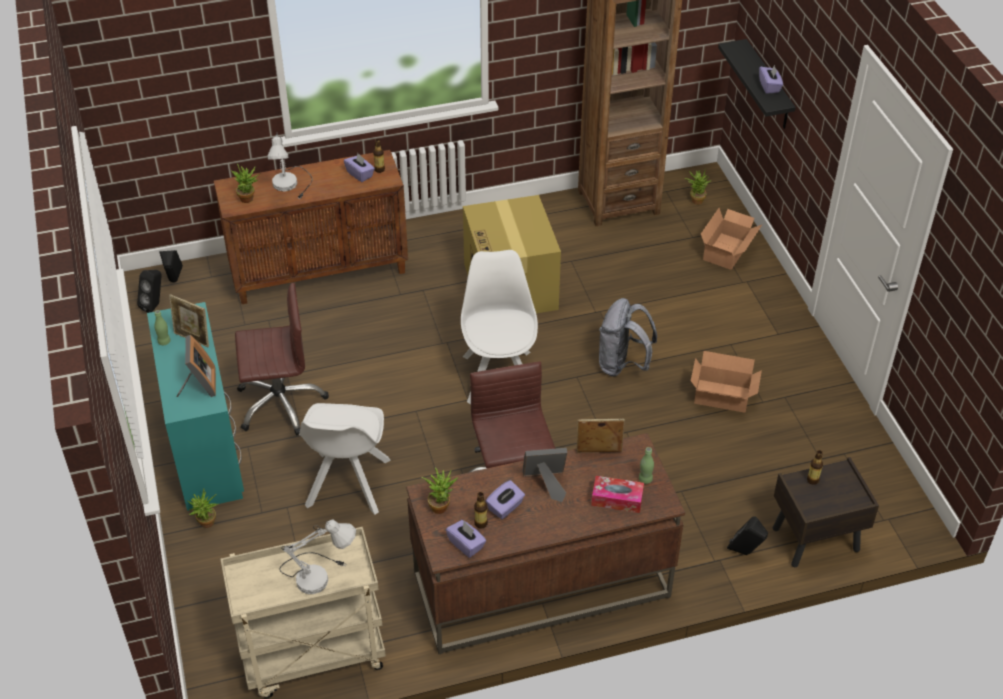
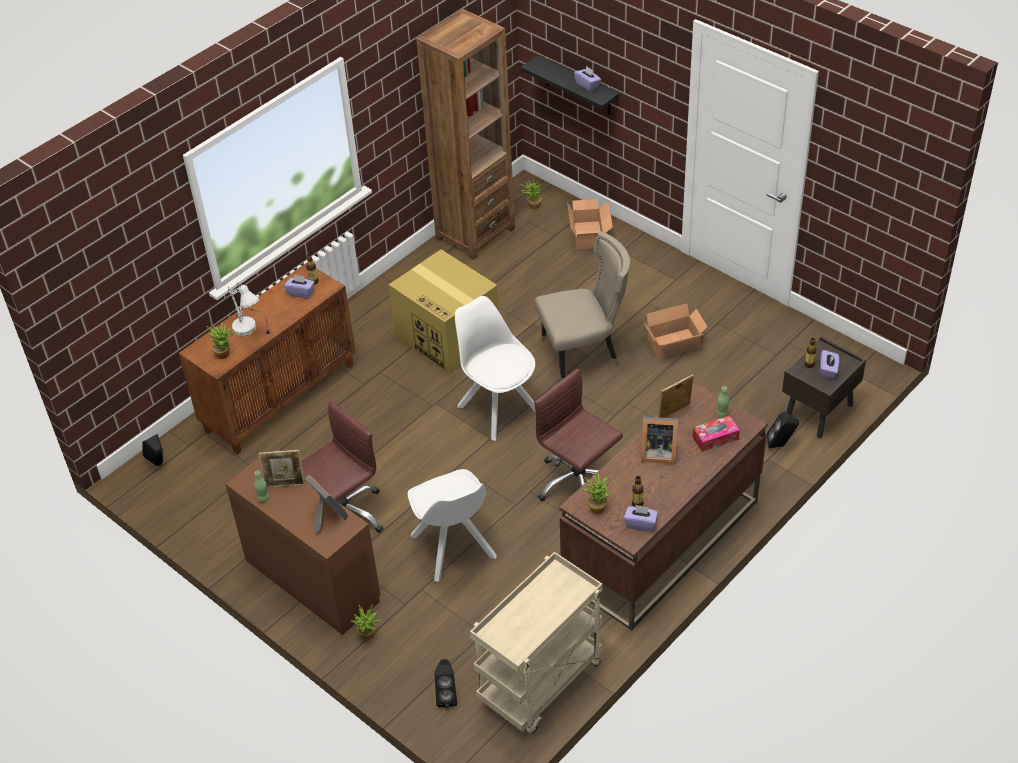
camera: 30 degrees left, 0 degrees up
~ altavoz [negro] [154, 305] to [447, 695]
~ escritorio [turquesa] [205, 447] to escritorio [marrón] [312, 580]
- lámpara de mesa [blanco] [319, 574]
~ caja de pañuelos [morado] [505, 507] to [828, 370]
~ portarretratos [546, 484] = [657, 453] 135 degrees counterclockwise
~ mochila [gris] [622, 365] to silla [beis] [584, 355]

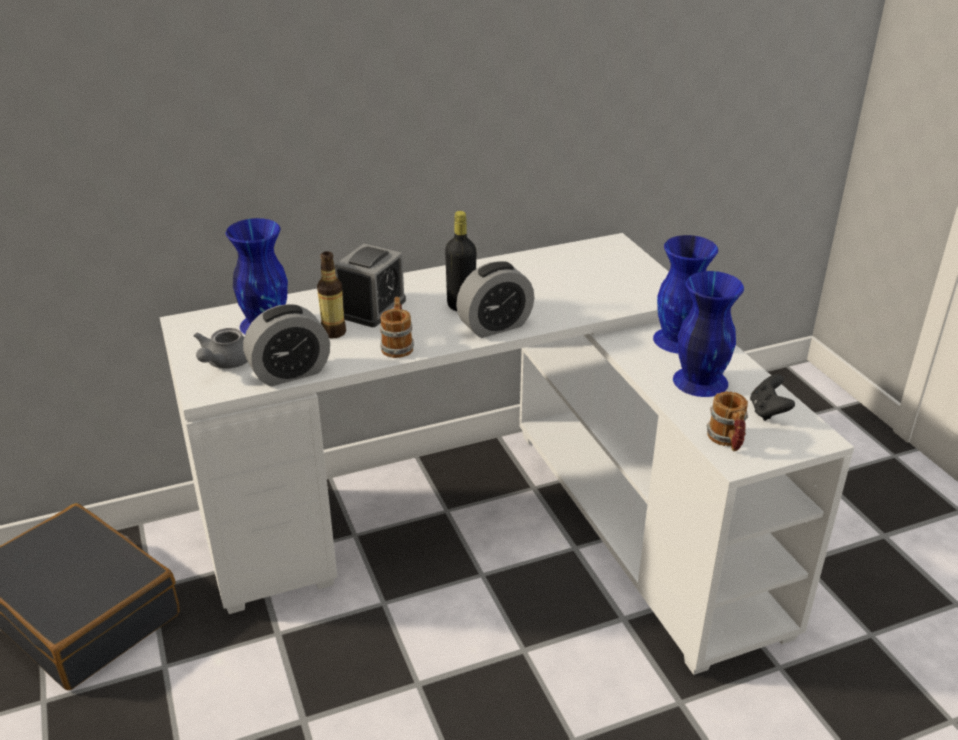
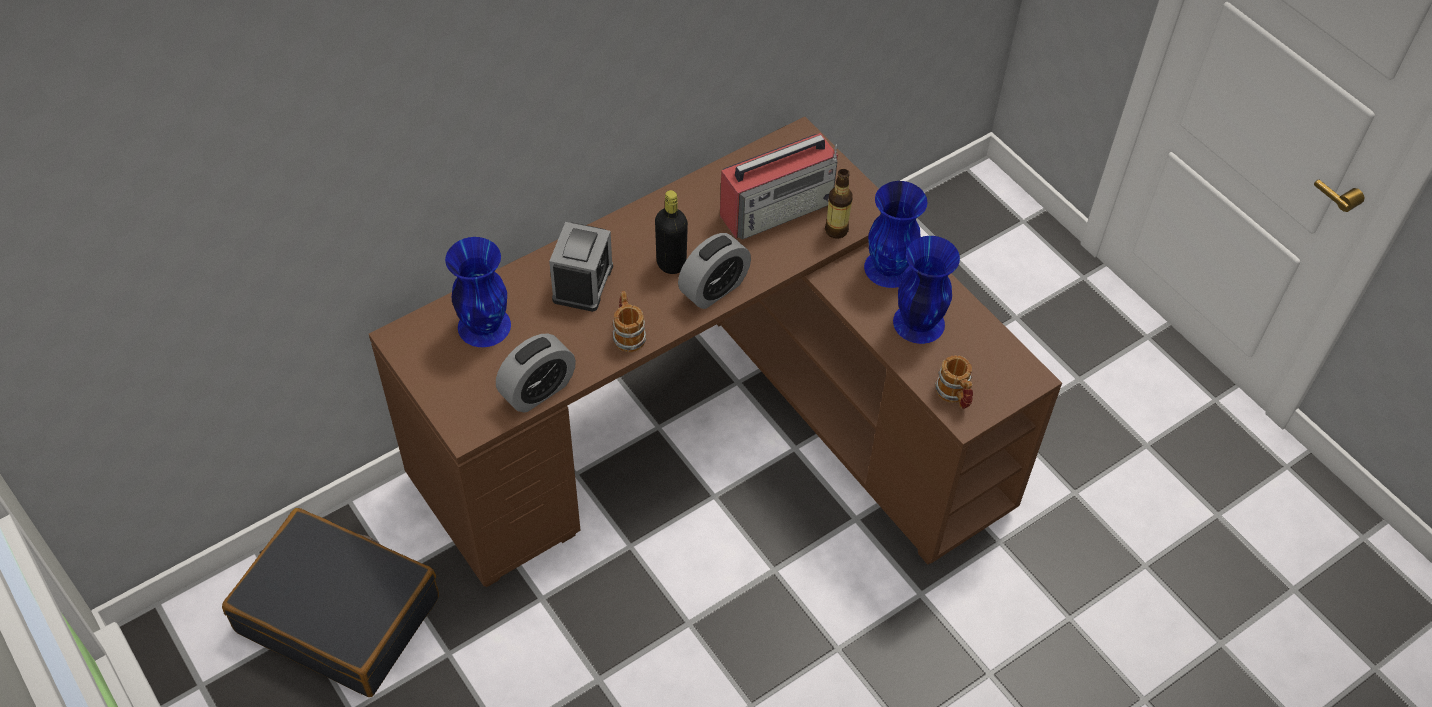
camera: 15 degrees left, 20 degrees up
~ escritorio [blanco] [502, 522] to escritorio [marrón] [717, 430]
- tetera [gris] [224, 363]
~ botella [334, 332] to [836, 230]
- mando de consola [negro] [768, 411]
+ radio [778, 208]

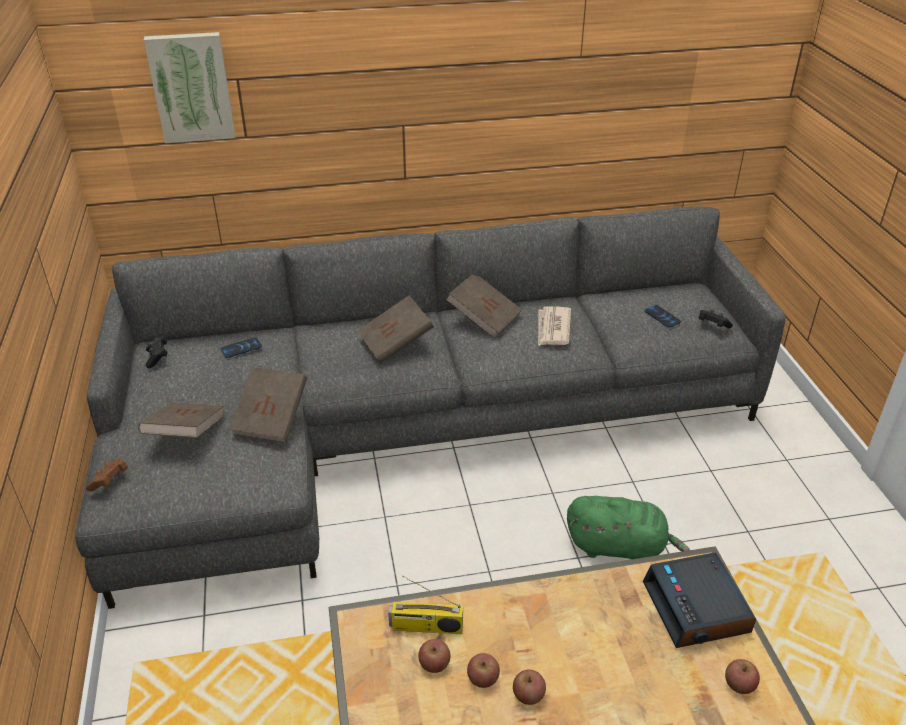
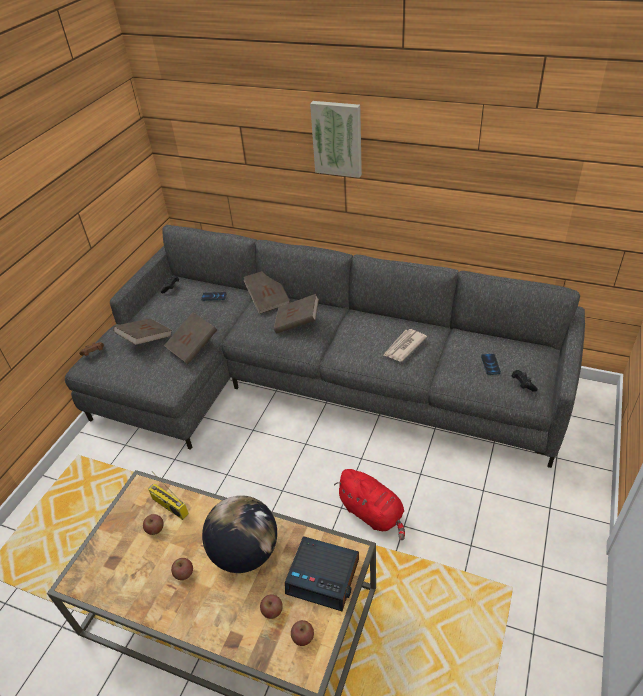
camera: 35 degrees right, 5 degrees up
~ cuadro [191, 87] to [337, 138]
~ libro [marrón] [484, 318] to [268, 299]
~ manzana [483, 678] to [272, 611]
~ peluche [verde] [619, 547] to peluche [rojo] [373, 513]
~ despertador [697, 608] = [324, 576] 90 degrees counterclockwise
+ globo terráqueo [245, 552]

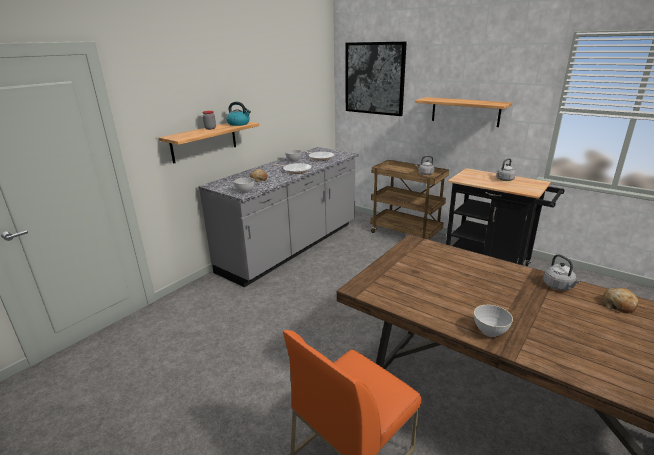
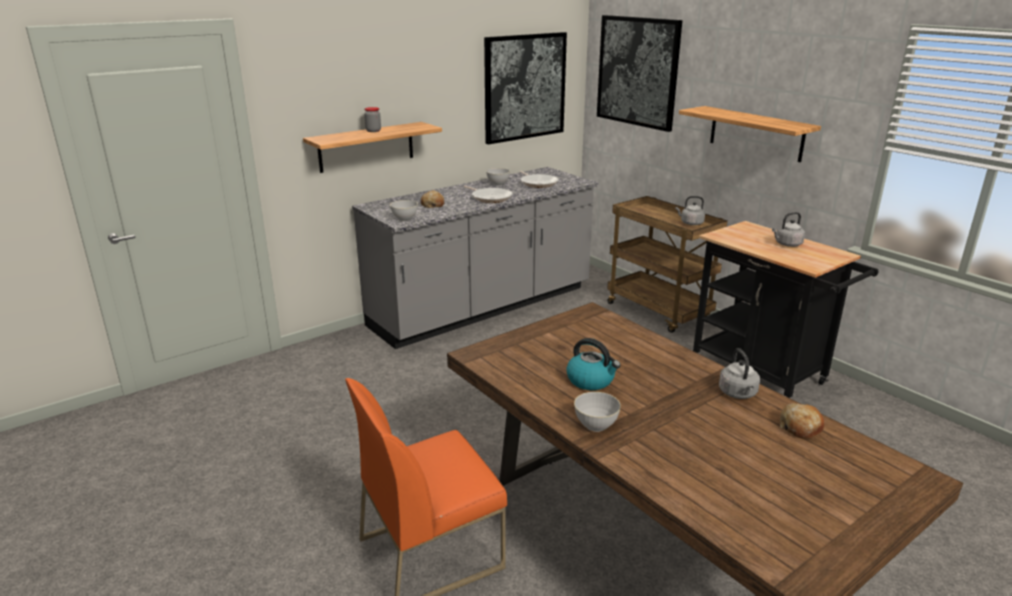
camera: 15 degrees right, 0 degrees up
~ hervidor [239, 124] to [591, 380]
+ cuadro [524, 87]

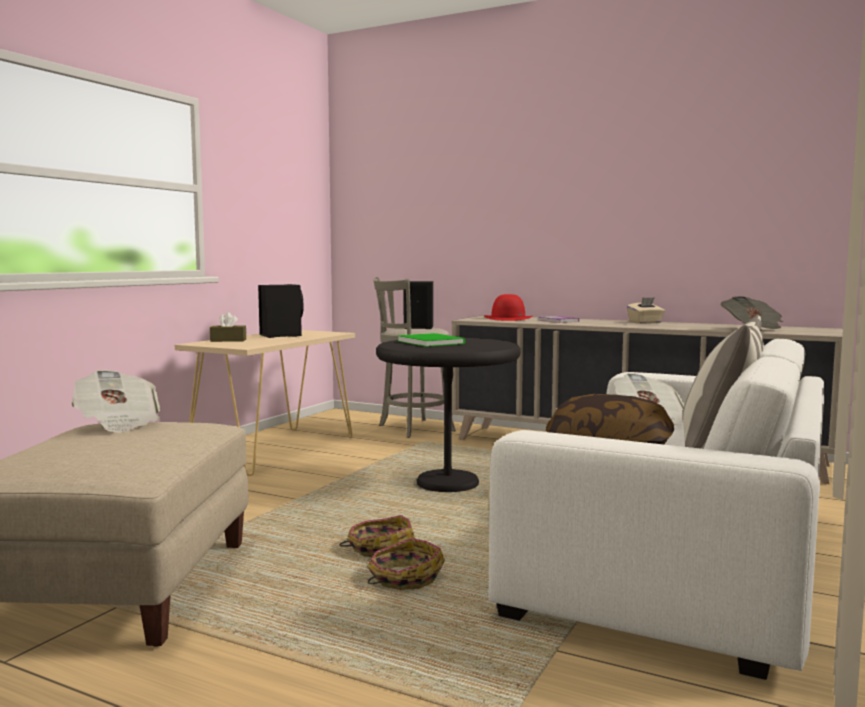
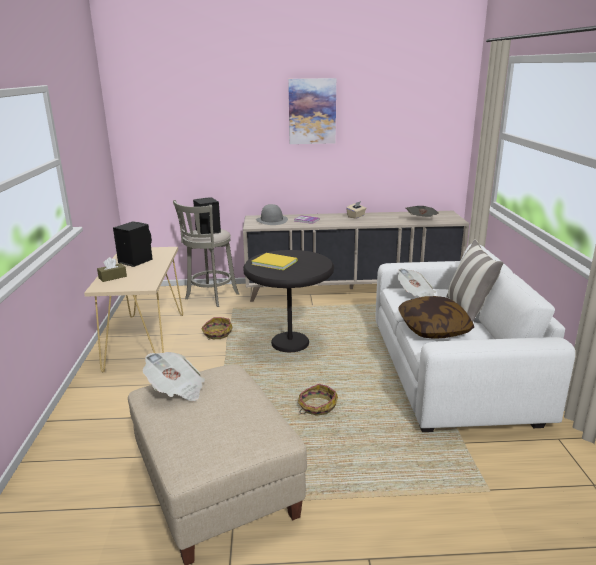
camera: 30 degrees left, 15 degrees up
~ cesta [404, 579] to [217, 334]
~ libro [verde] [431, 342] to libro [amarillo] [274, 262]
~ sombrero [rojo] [508, 318] to sombrero [gris] [272, 220]
+ cuadro [312, 111]

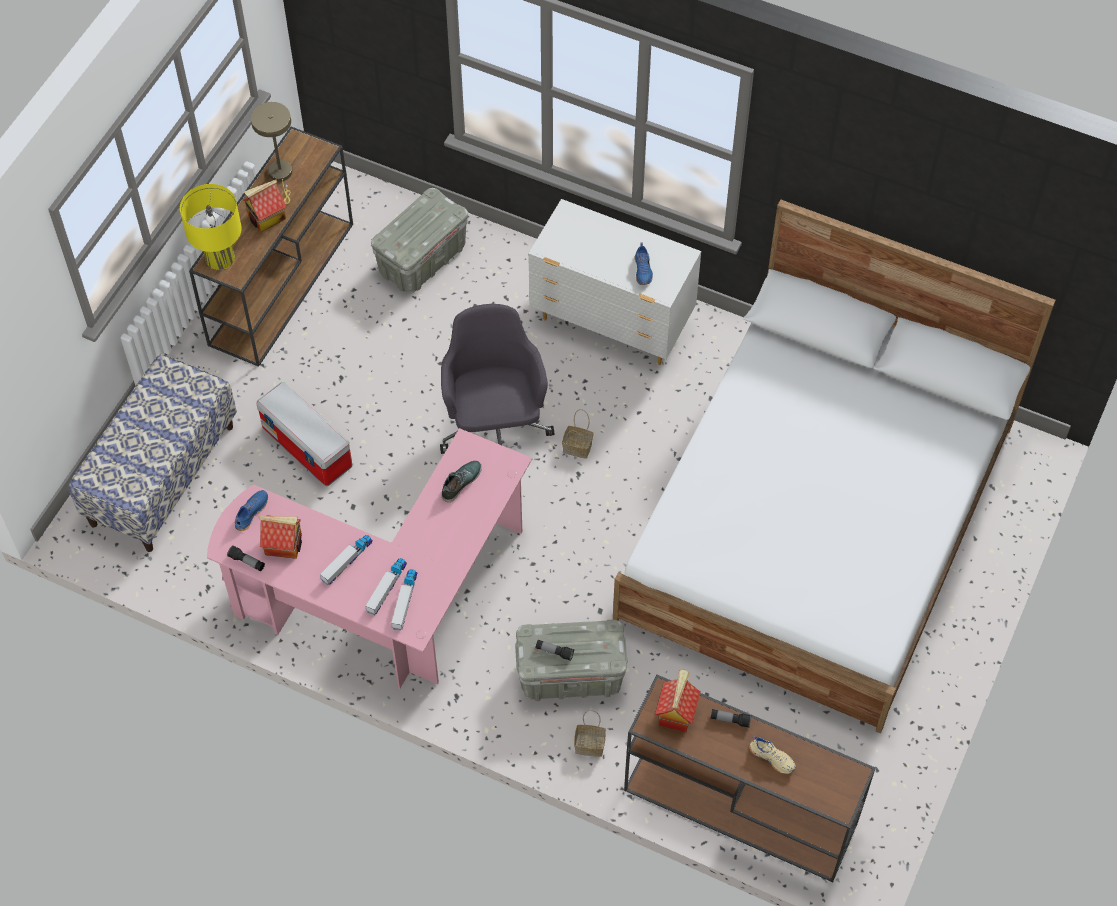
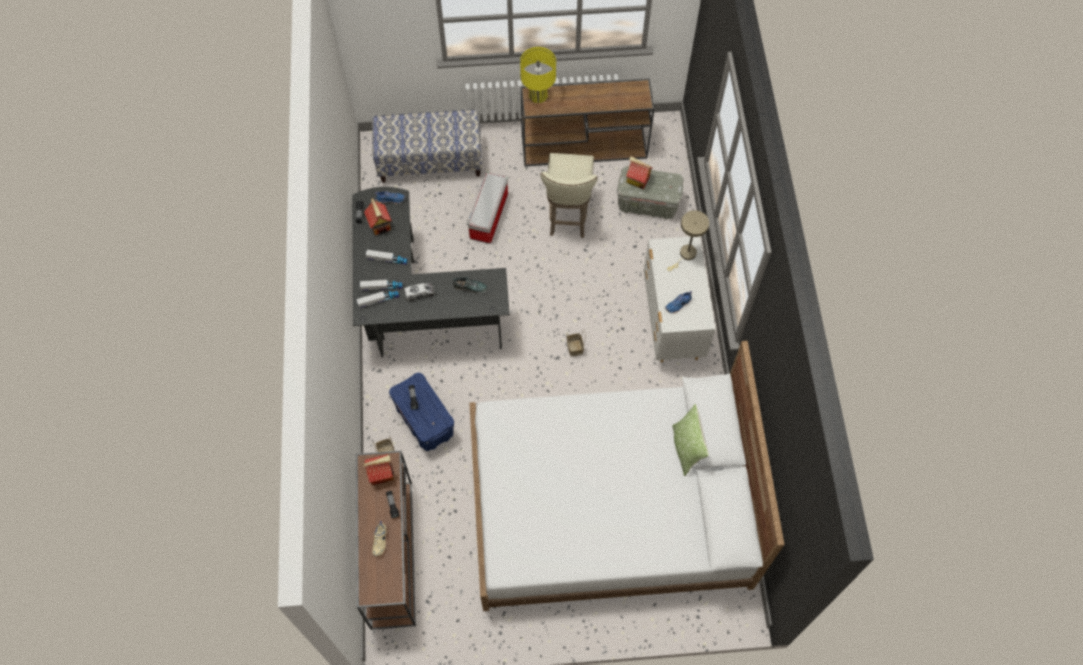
camera: 60 degrees right, 5 degrees up
~ escritorio [rosa] [386, 603] to escritorio [negro] [416, 306]
~ casita [266, 218] to [637, 180]
~ lámpara de mesa [beis] [281, 175] to [686, 255]
- silla de oficina [gris] [495, 426]
~ caja de almacenaje [gris] [570, 676] to caja de almacenaje [azul] [424, 421]
+ camión de juguete [419, 294]
+ taburete [beis] [568, 215]
+ cojín [686, 449]

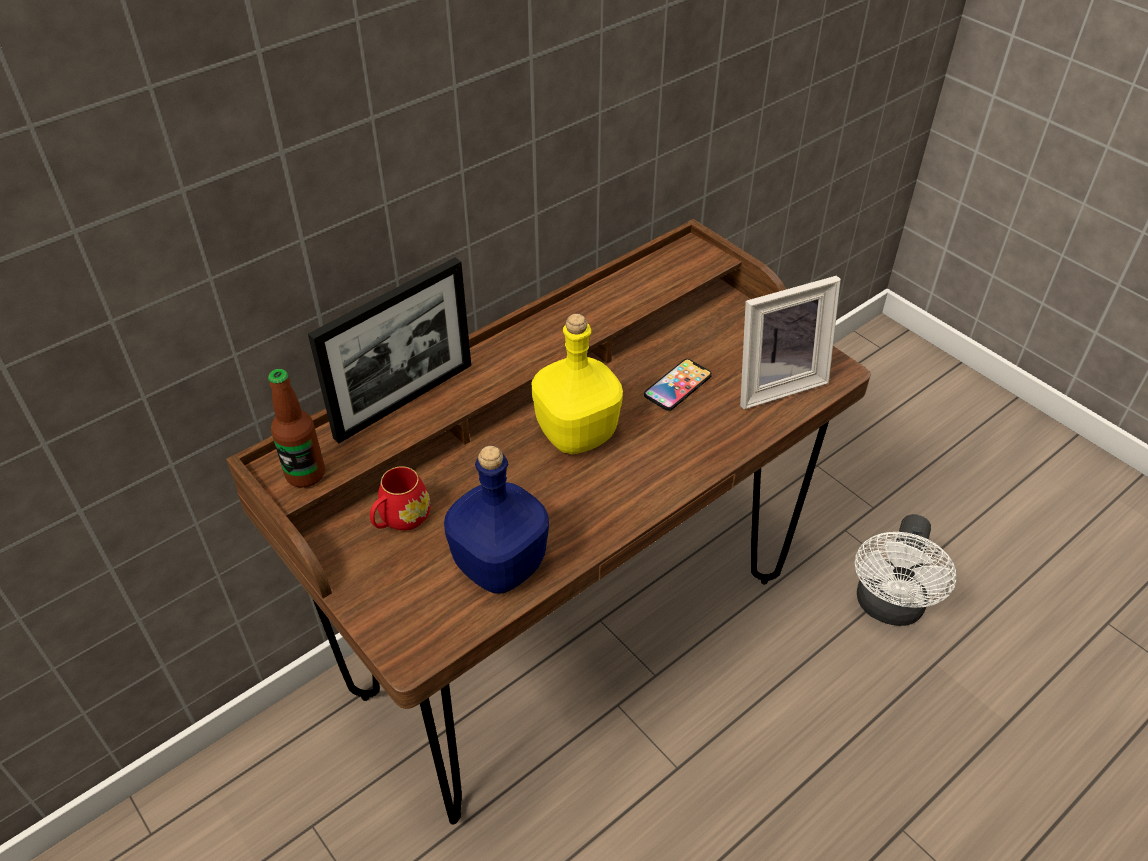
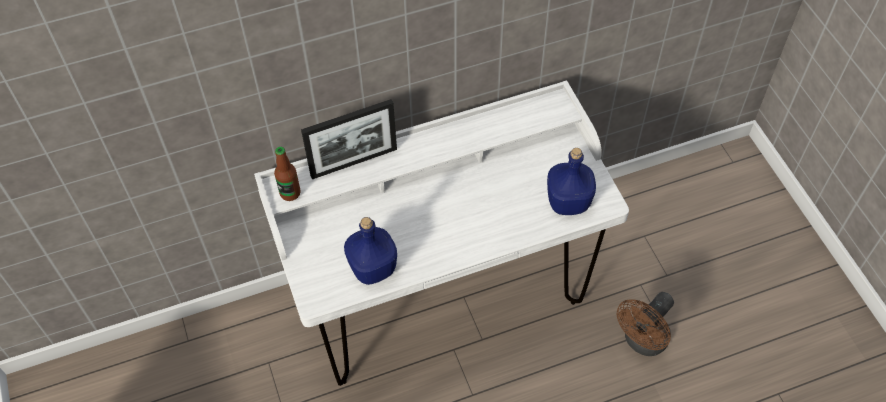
camera: 20 degrees right, 10 degrees up
~ escritorio [marrón] [572, 635] to escritorio [blanco] [444, 301]
- taza grande [rojo] [400, 519]
- botella [amarillo] [575, 433]
- móvil [677, 386]
~ portarretratos [775, 383] to botella [azul] [569, 202]
~ ventilador [blanco] [888, 608] to ventilador [marrón] [642, 342]

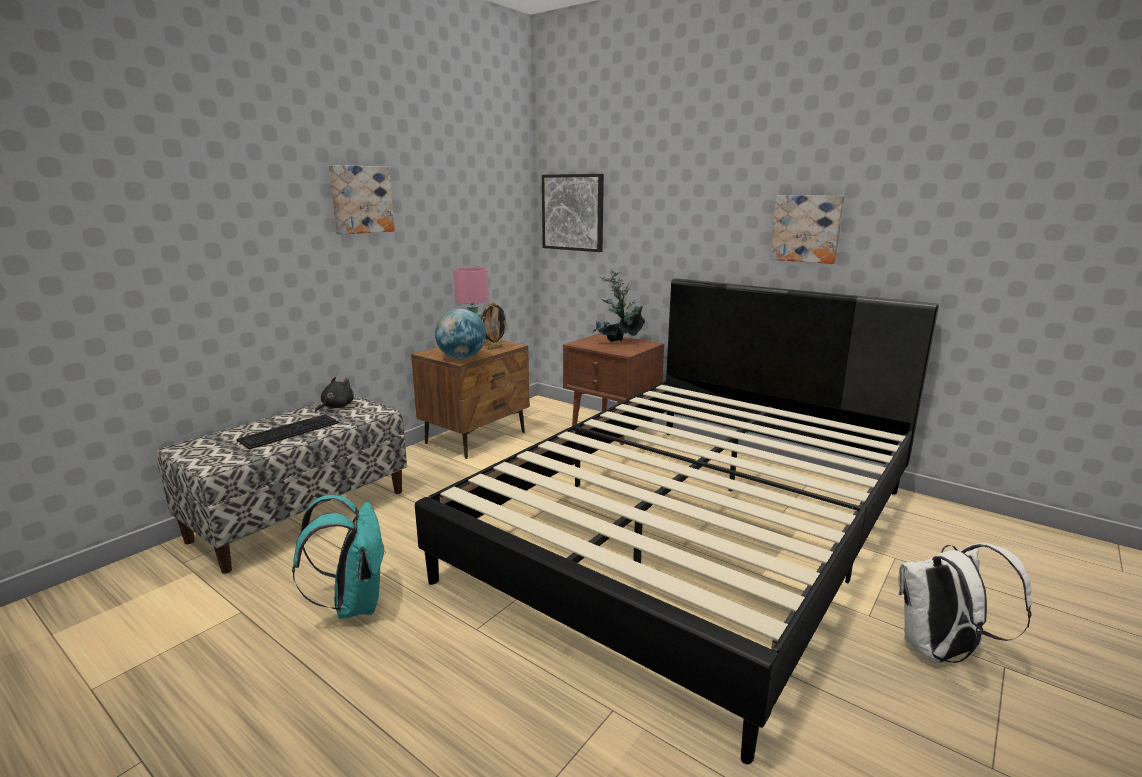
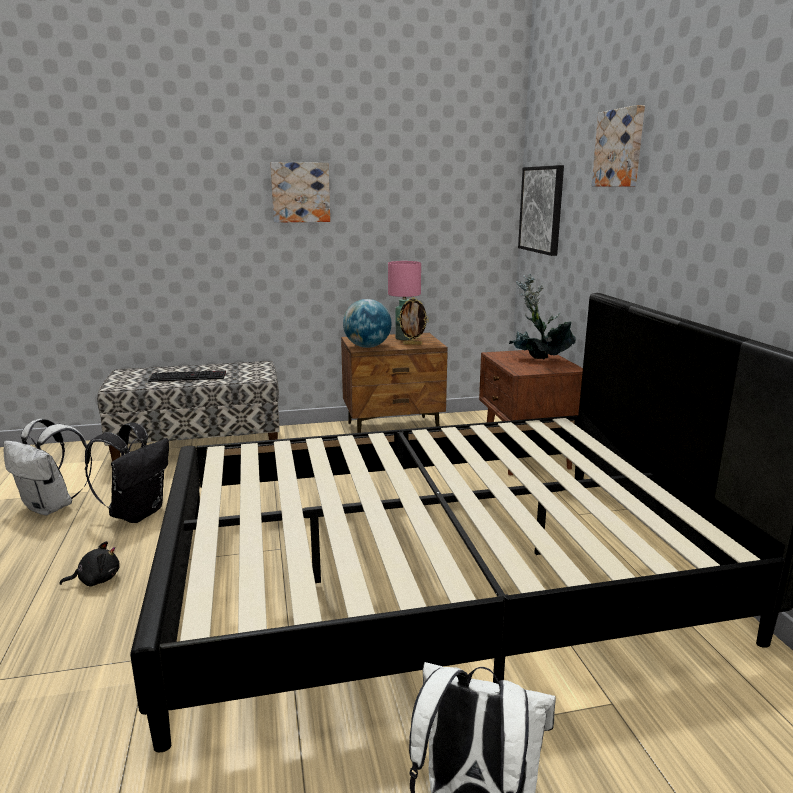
camera: 40 degrees right, 0 degrees up
~ mochila [turquesa] [354, 604] to mochila [negro] [137, 513]
~ peluche [negro] [336, 407] to [96, 580]
~ cuadro [806, 228] to [620, 148]
+ mochila [blanco] [52, 507]

